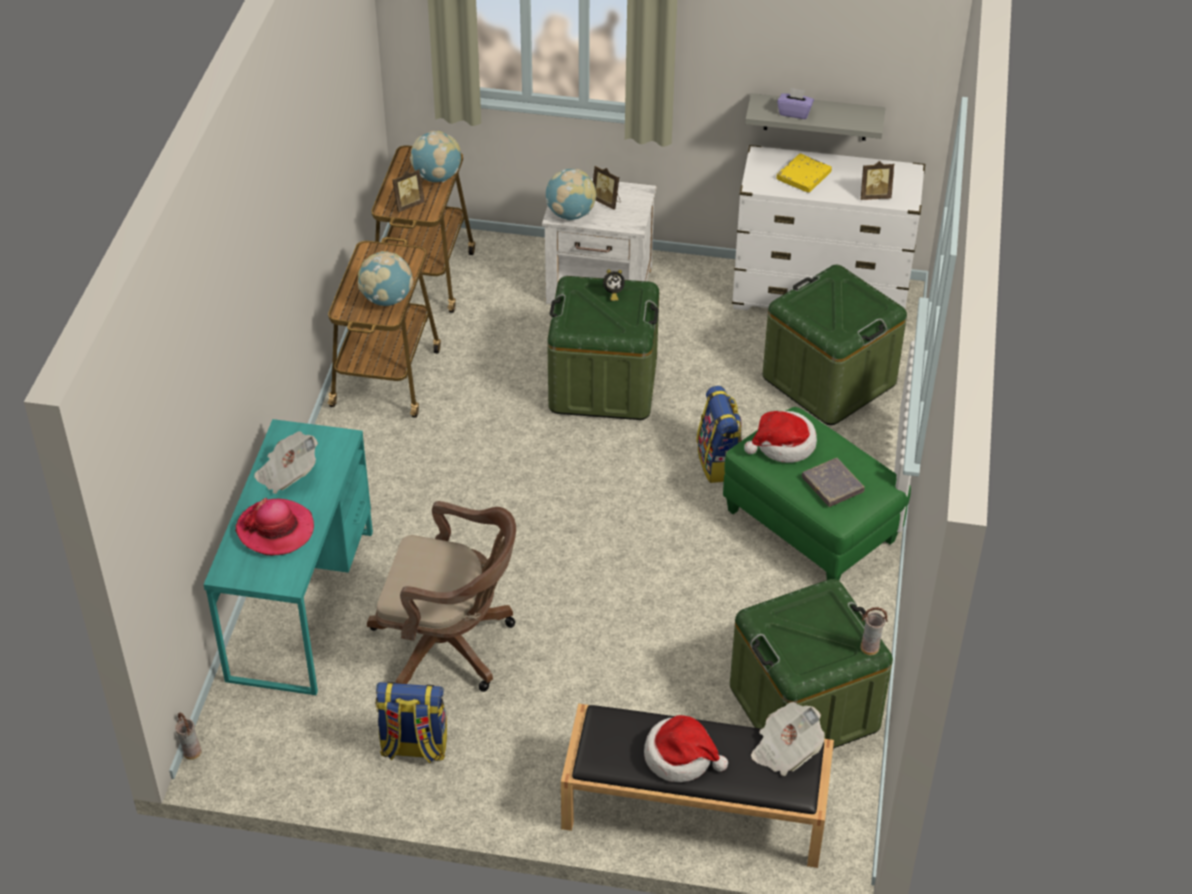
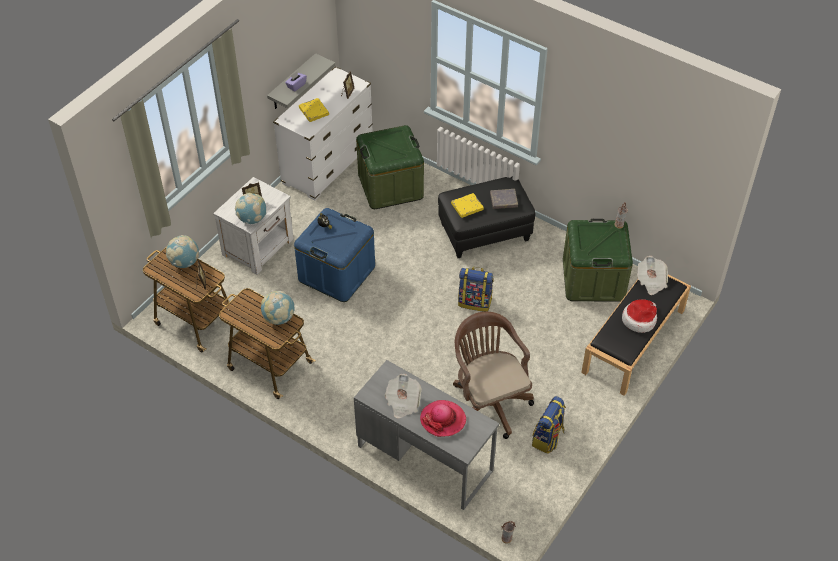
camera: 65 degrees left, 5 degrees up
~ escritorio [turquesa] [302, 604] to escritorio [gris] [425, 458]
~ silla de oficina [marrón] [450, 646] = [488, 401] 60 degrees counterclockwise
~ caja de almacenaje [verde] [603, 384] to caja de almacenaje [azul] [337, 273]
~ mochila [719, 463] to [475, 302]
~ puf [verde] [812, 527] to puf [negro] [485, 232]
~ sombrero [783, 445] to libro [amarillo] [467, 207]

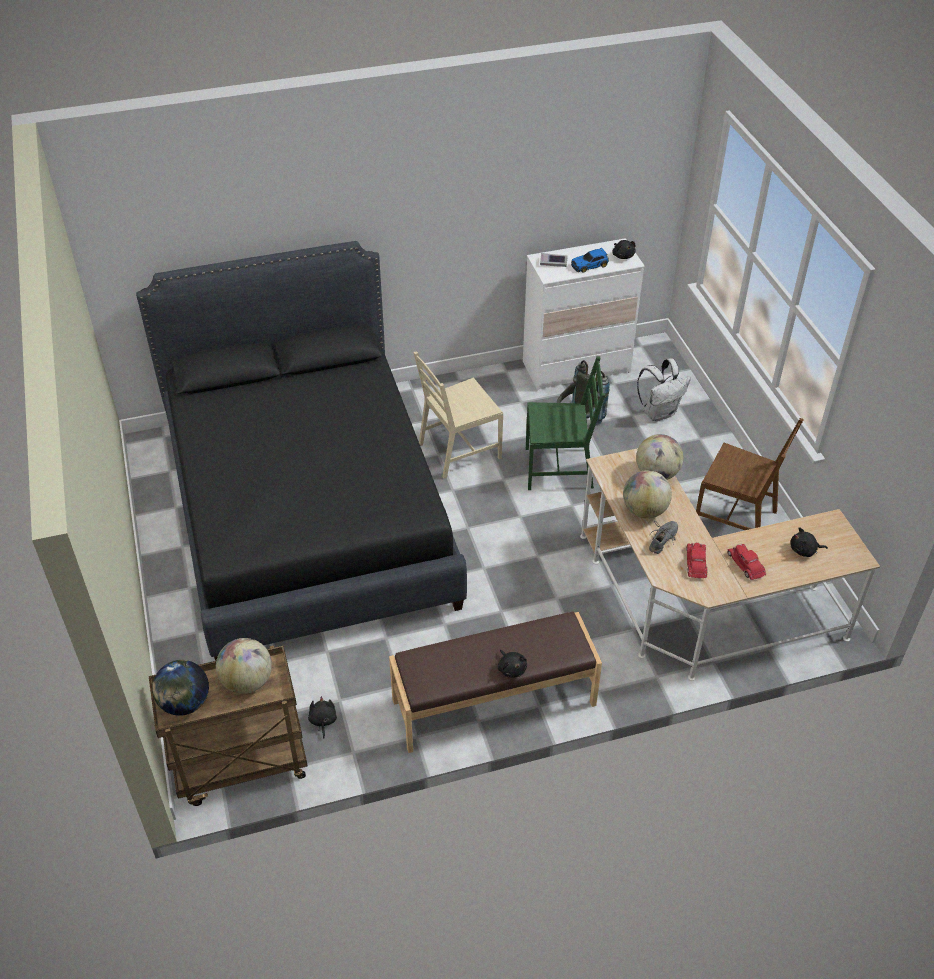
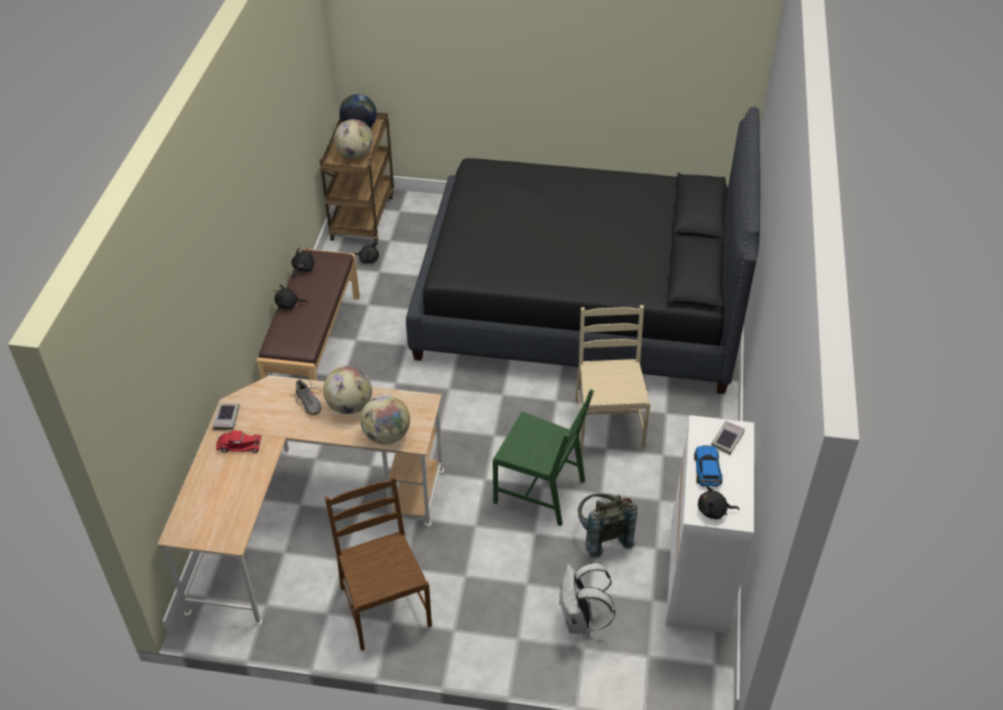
camera: 115 degrees right, 0 degrees up
~ silla [verde] [559, 468] = [540, 490] 90 degrees counterclockwise
- coche de juguete [rojo] [696, 563]
~ silla [marrón] [736, 519] = [383, 606] 105 degrees clockwise
~ peluche [negro] [804, 550] to [302, 269]
+ libro [226, 418]

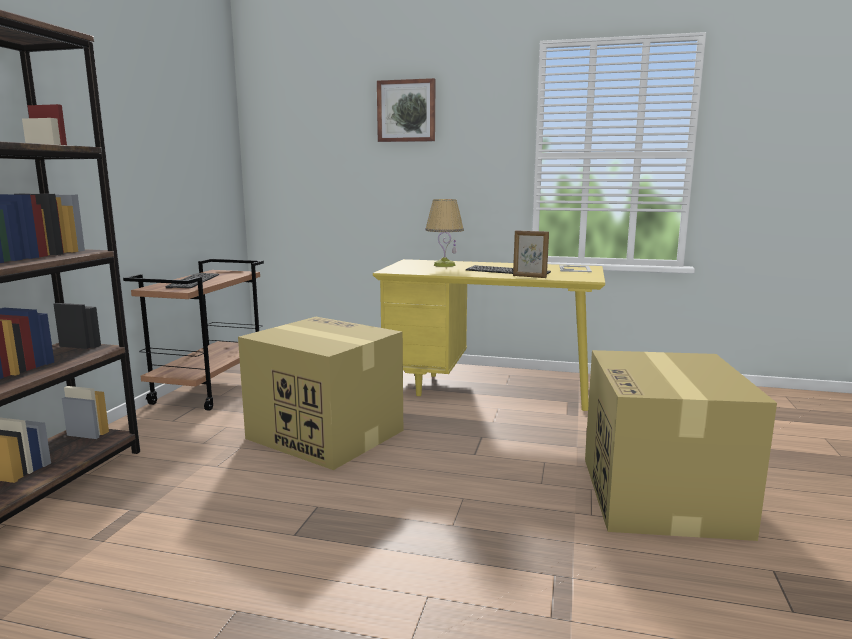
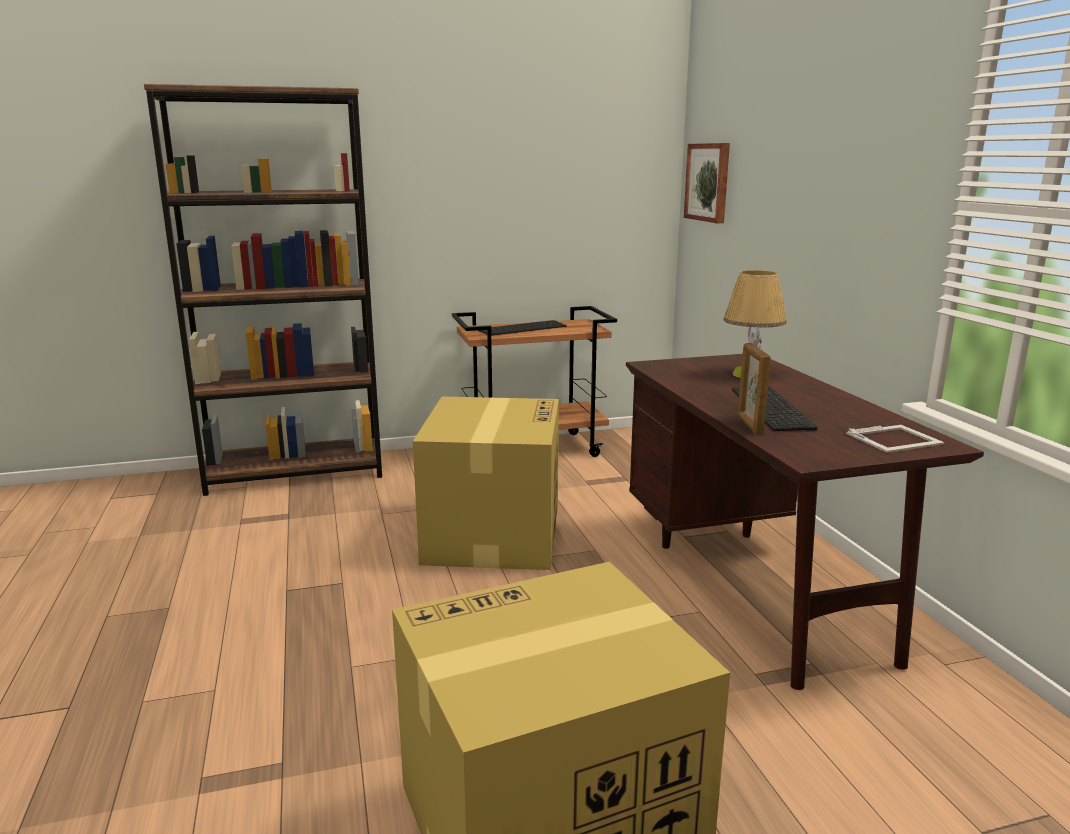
camera: 60 degrees right, 5 degrees up
~ escritorio [amarillo] [489, 390] to escritorio [marrón] [756, 587]
~ cuadro [406, 111] to [708, 182]

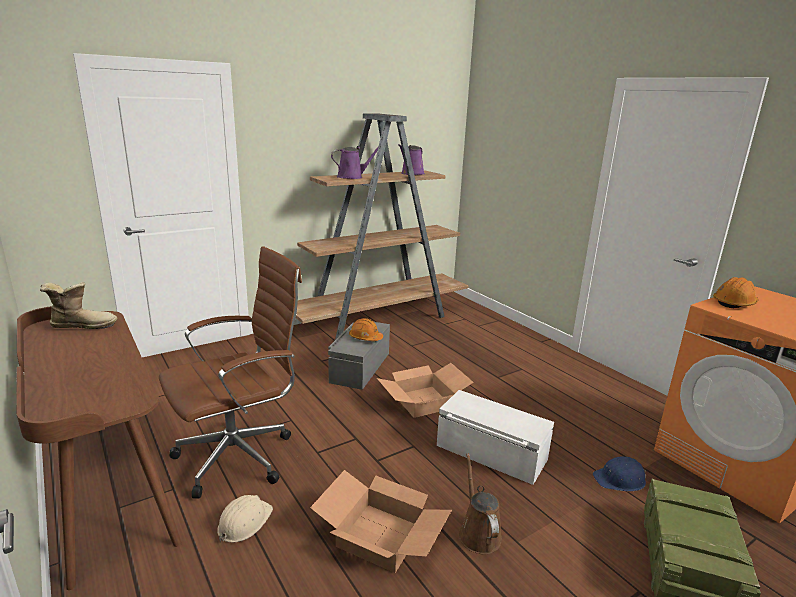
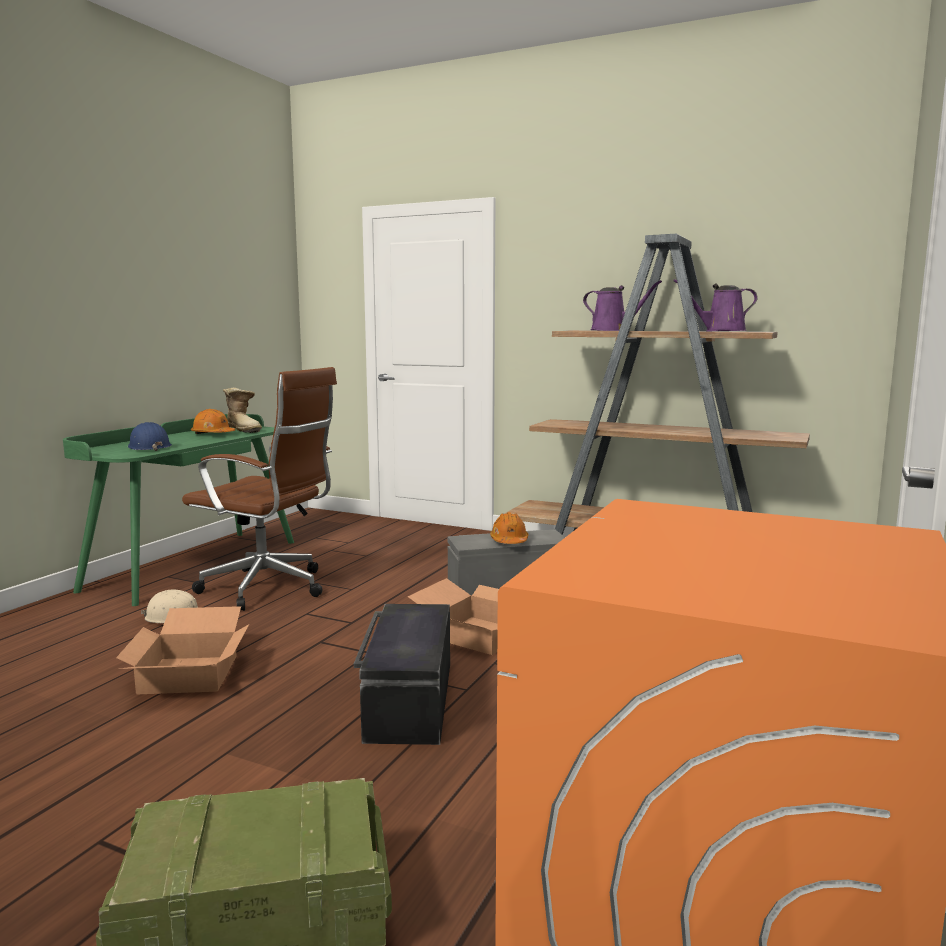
camera: 60 degrees right, 10 degrees down
~ escritorio [marrón] [106, 484] to escritorio [verde] [193, 564]
~ caja de almacenaje [blanco] [491, 453] to caja de almacenaje [negro] [408, 700]
- regadera [marrón] [478, 533]
~ casco [azul] [620, 479] to [148, 447]
~ casco [naranja] [734, 303] to [213, 434]

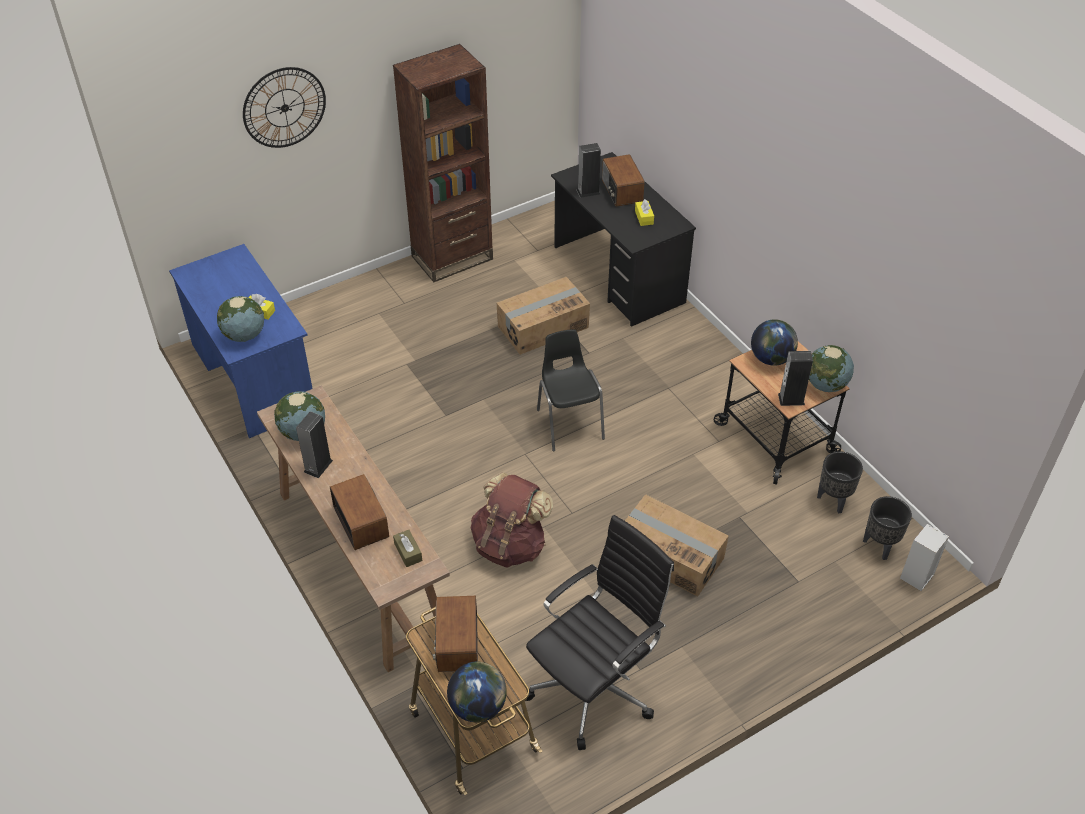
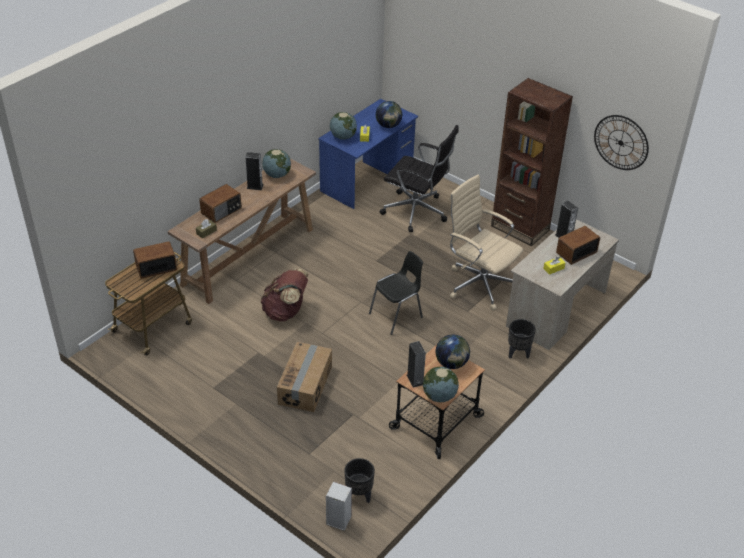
camera: 70 degrees right, 5 degrees down
~ reloj de pared [284, 108] to [621, 142]
~ globo terráqueo [478, 706] to [388, 125]
~ caja de cartón [542, 326] to silla de oficina [beis] [479, 284]
~ silla de oficina [negro] [595, 686] to [417, 212]
~ escritorio [negro] [618, 275] to escritorio [beis] [556, 309]
~ maceta [negro] [834, 500] to [518, 353]

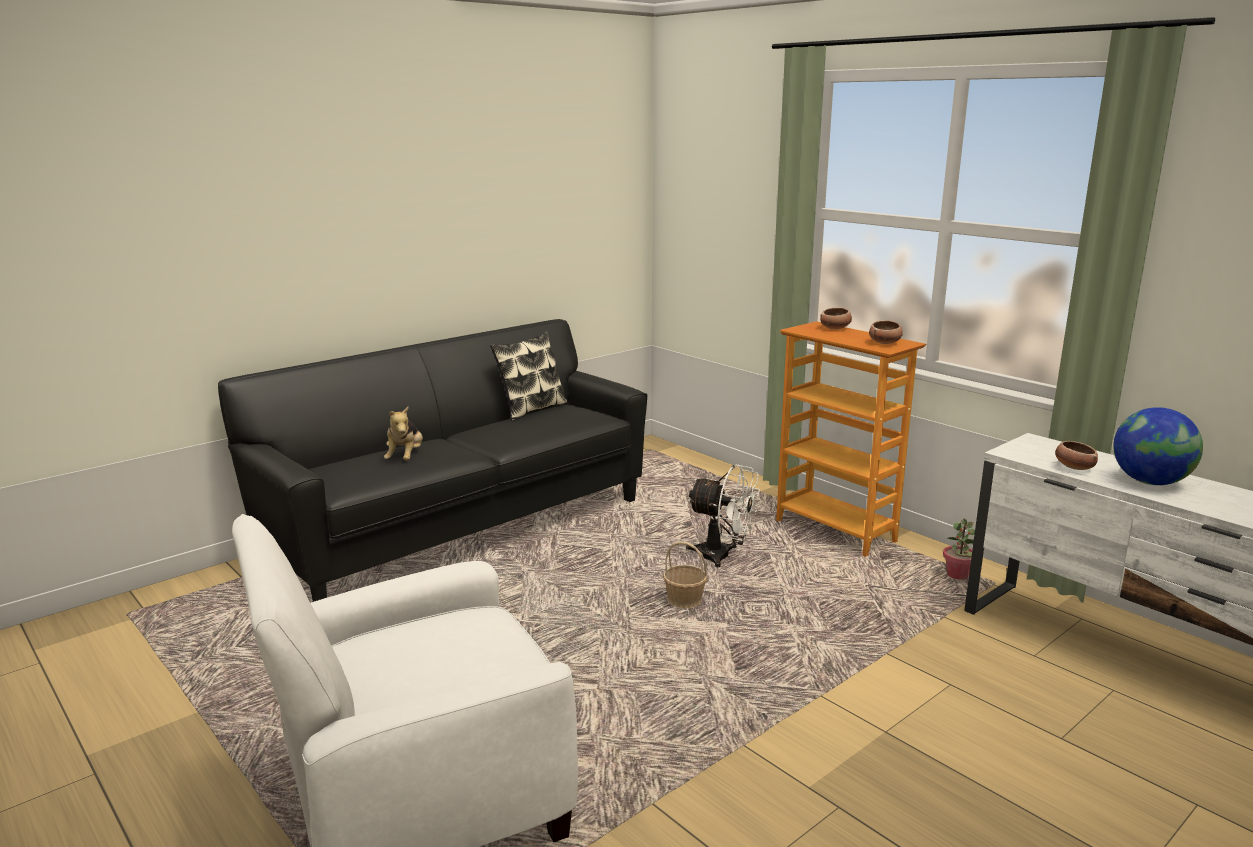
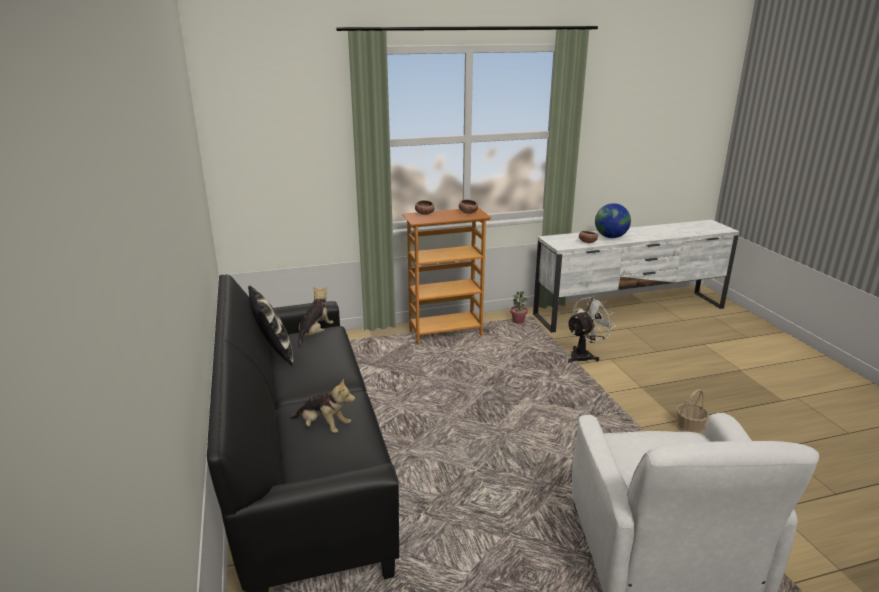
camera: 65 degrees left, 5 degrees up
~ cesta [684, 601] to [690, 428]
~ ventilador [blanco] [722, 557] to [584, 355]
+ peluche [315, 334]

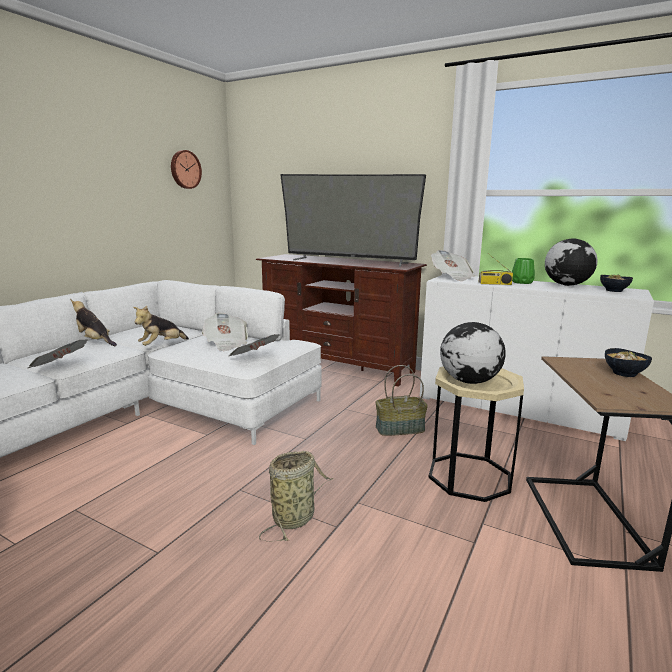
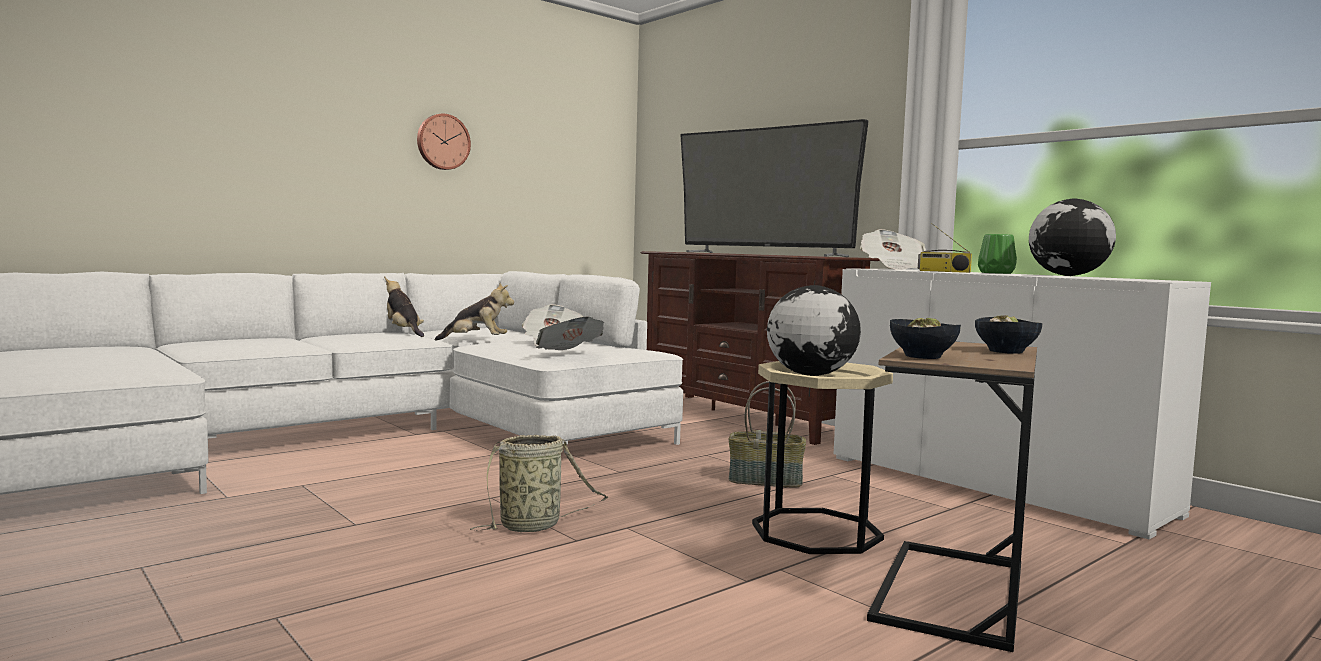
camera: 20 degrees right, 10 degrees down
- periódico [60, 368]
~ peluche [162, 345] = [476, 341] 150 degrees counterclockwise
~ reloj de pared [185, 169] to [442, 142]
~ cuenco [613, 290] to [922, 356]

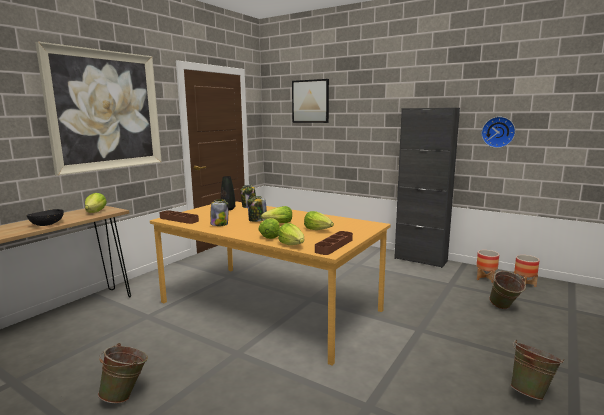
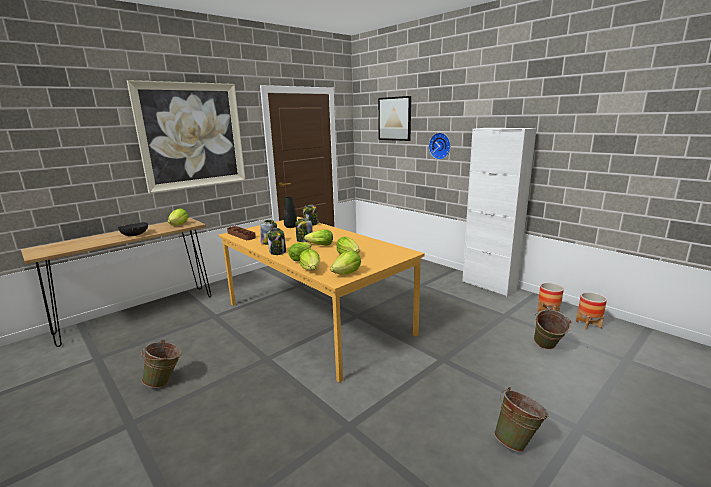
camera: 15 degrees right, 5 degrees up
~ bandeja [marrón] [334, 245] to lechuga [347, 273]
~ armario [negro] [420, 260] to armario [blanco] [489, 285]
~ reloj de pared [498, 132] to [440, 146]
+ tarro [278, 252]

